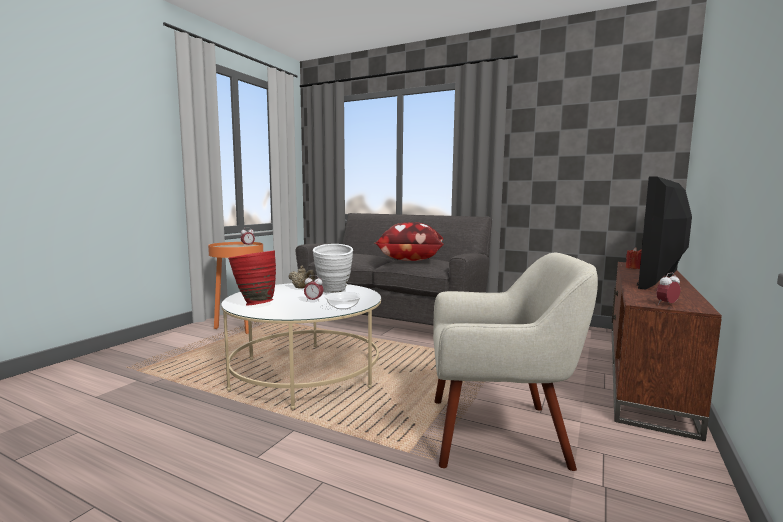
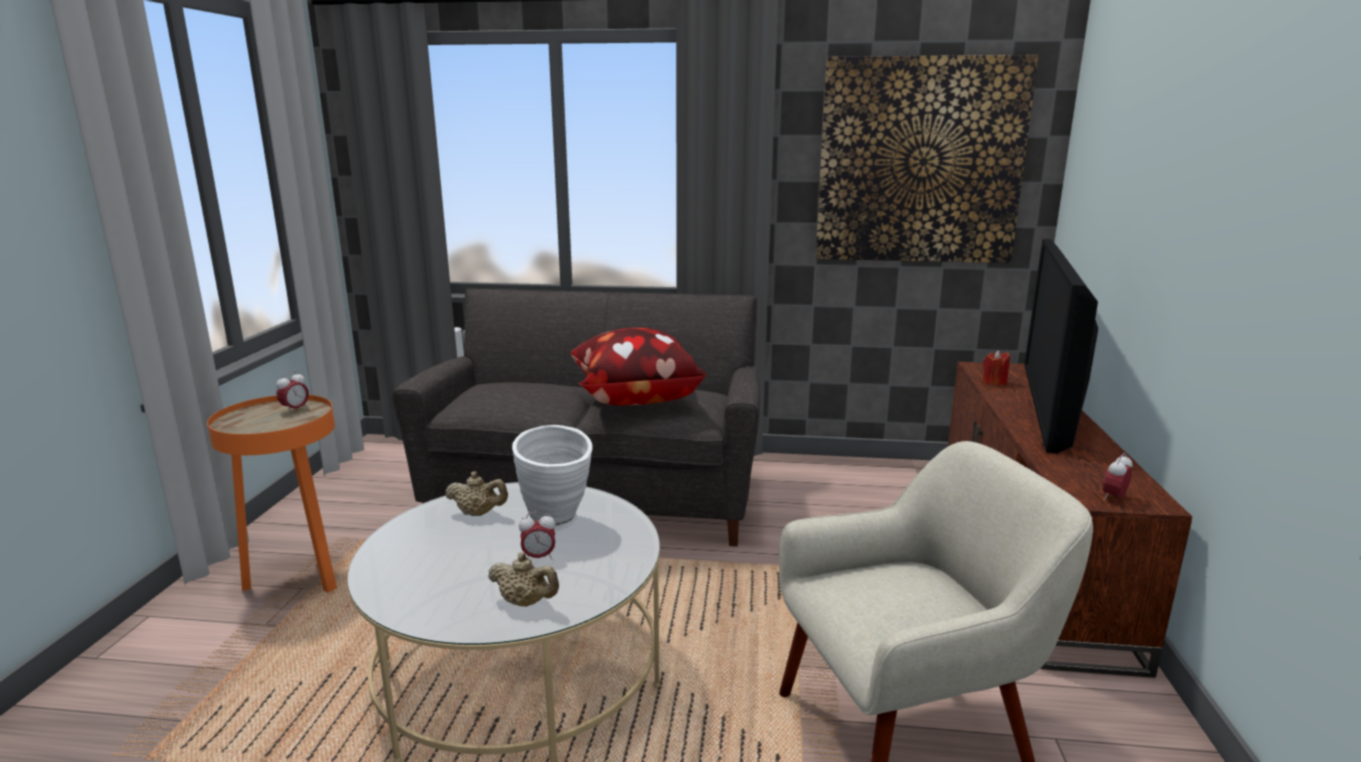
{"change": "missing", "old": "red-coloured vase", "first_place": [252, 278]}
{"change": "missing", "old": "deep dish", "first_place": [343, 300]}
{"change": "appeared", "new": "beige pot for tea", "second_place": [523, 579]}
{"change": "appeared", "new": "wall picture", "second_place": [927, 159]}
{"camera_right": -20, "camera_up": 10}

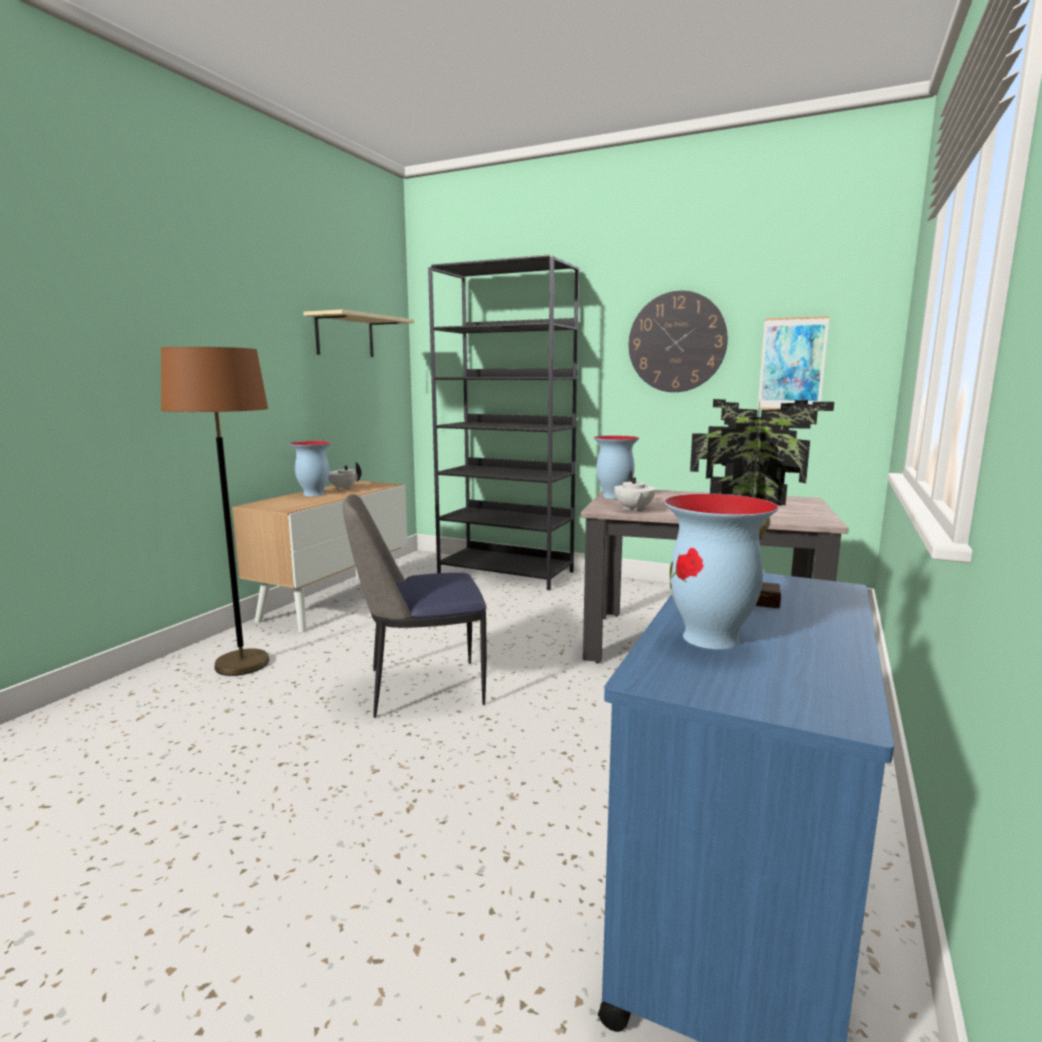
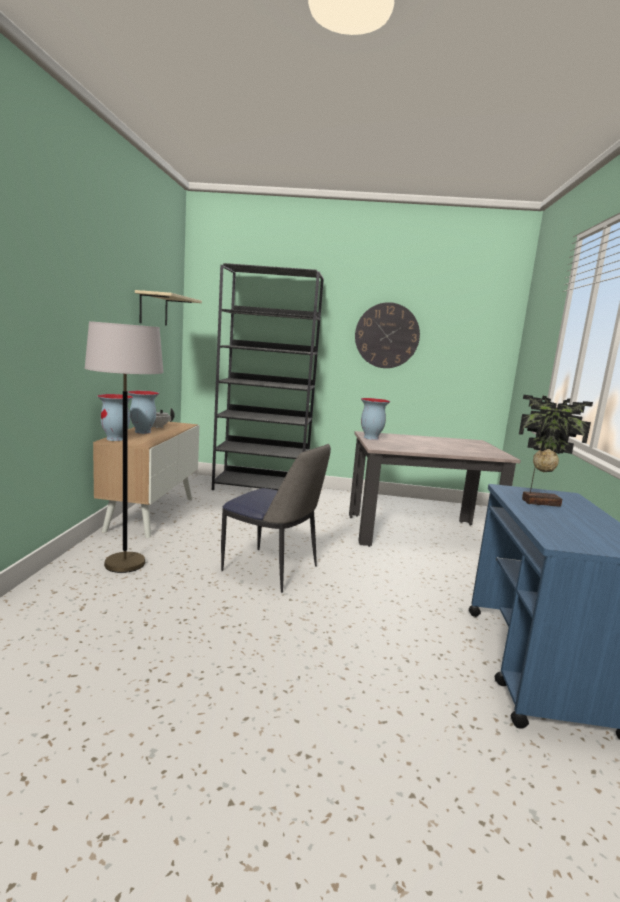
{"change": "colour", "old": "brownish standard lamp", "new": "grey standard lamp", "first_place": [215, 511], "second_place": [124, 447]}
{"change": "spun", "old": "chair", "first_place": [415, 606], "second_place": [276, 518], "degrees": -120}
{"change": "missing", "old": "white pot for tea", "first_place": [635, 491]}
{"change": "relocated", "old": "vase", "first_place": [722, 571], "second_place": [115, 417]}
{"change": "missing", "old": "wall picture", "first_place": [793, 362]}
{"camera_right": -20, "camera_up": 0}

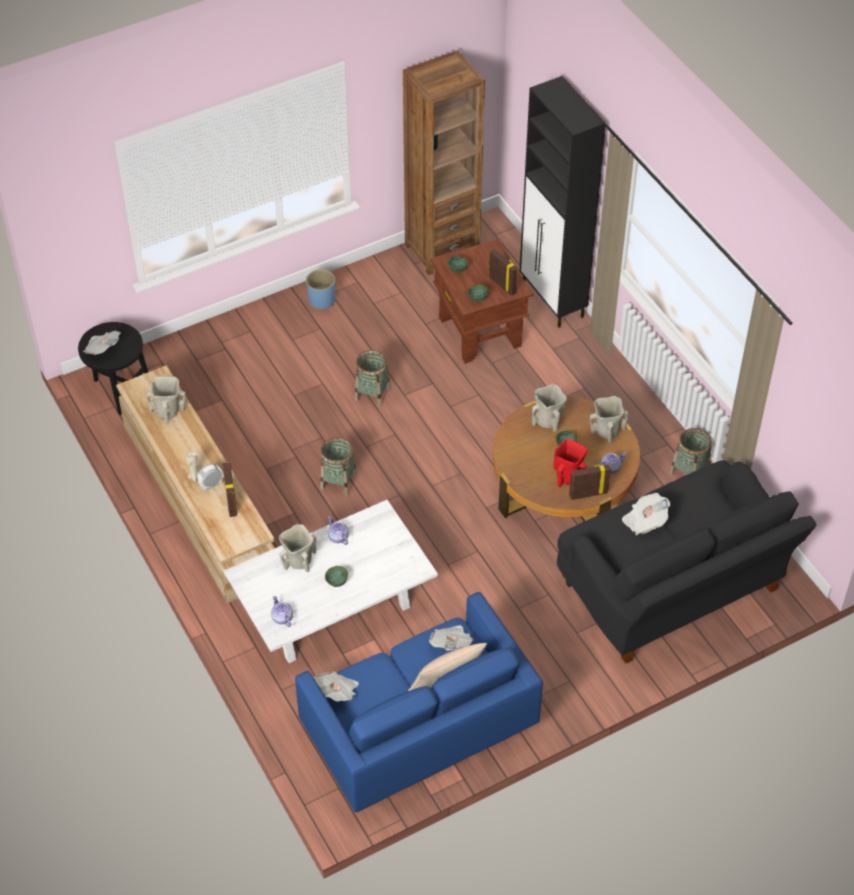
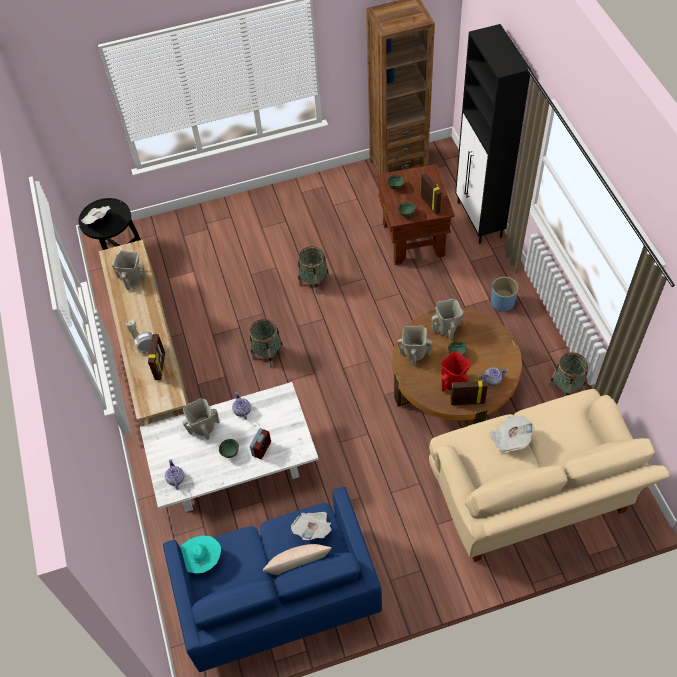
{"change": "relocated", "old": "blue-coloured flower pot", "first_place": [320, 289], "second_place": [505, 294]}
{"change": "exchanged", "old": "daily paper", "new": "turquoise wearable hat", "first_place": [336, 686], "second_place": [200, 554]}
{"change": "colour", "old": "blackish settee", "new": "beige settee", "first_place": [687, 562], "second_place": [549, 475]}
{"change": "relocated", "old": "beige vase", "first_place": [609, 419], "second_place": [415, 345]}
{"change": "appeared", "new": "bedside clock", "second_place": [260, 443]}
{"camera_right": 15, "camera_up": 5}

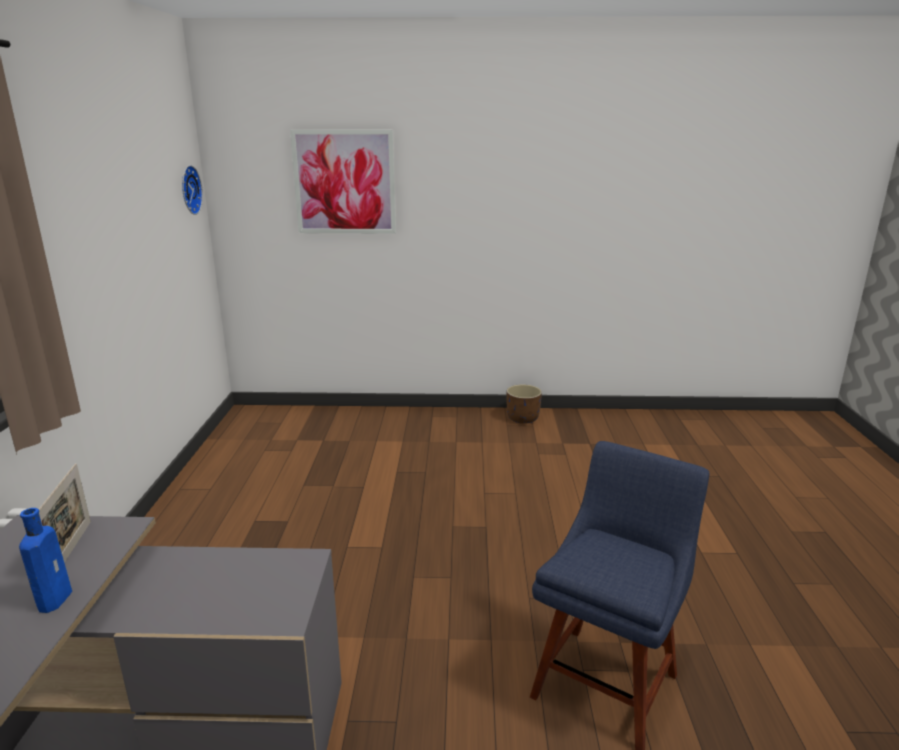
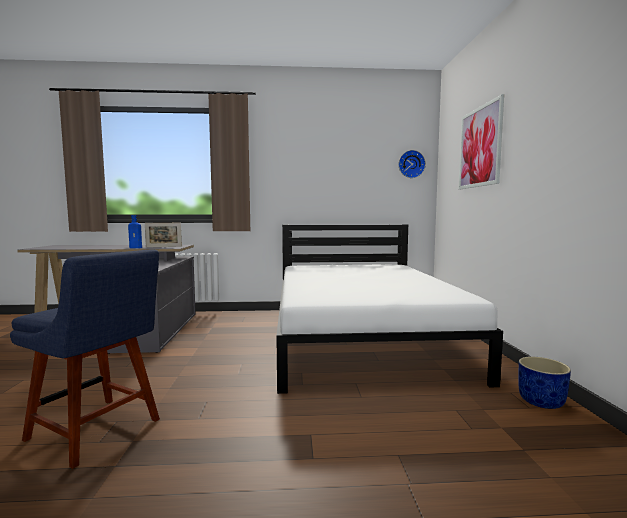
{"change": "colour", "old": "brownish flower pot", "new": "blue-coloured flower pot", "first_place": [524, 404], "second_place": [544, 383]}
{"change": "appeared", "new": "white bedroom bed", "second_place": [389, 309]}
{"camera_right": 85, "camera_up": -15}

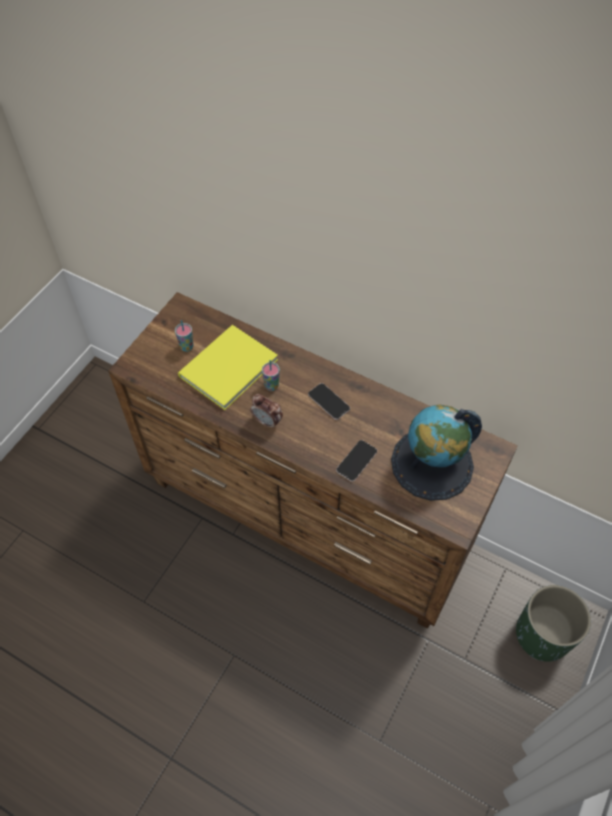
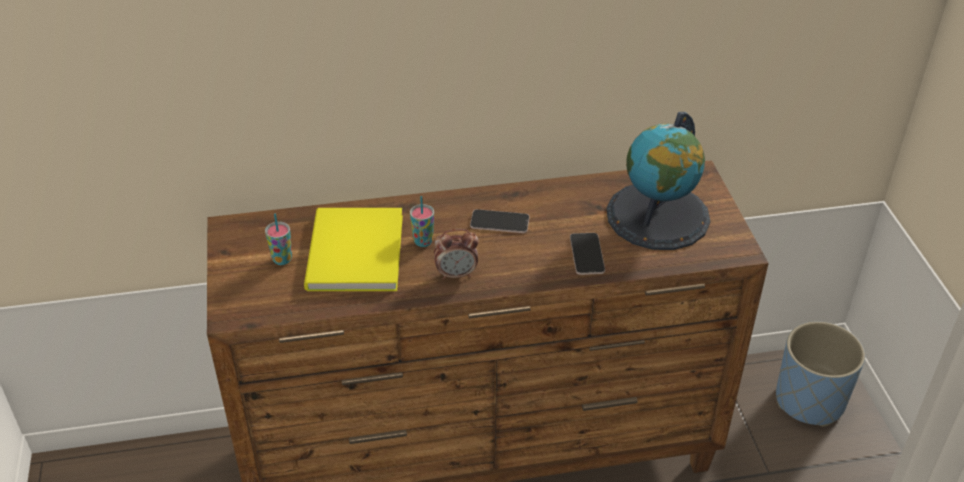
{"change": "colour", "old": "greenish flower pot", "new": "blue-coloured flower pot", "first_place": [553, 623], "second_place": [820, 374]}
{"camera_right": -40, "camera_up": -15}

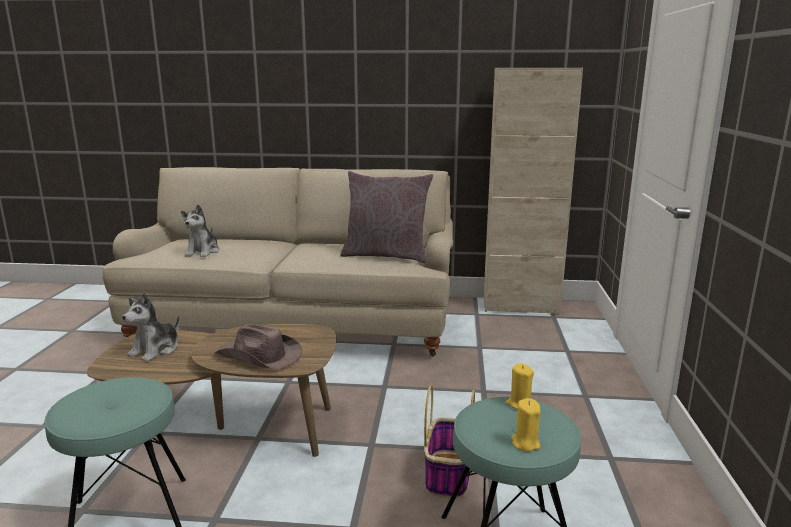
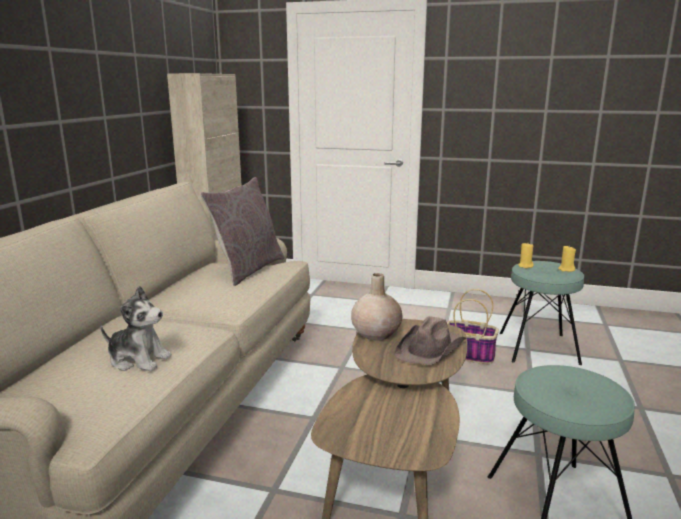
{"change": "missing", "old": "soft toy", "first_place": [151, 327]}
{"change": "appeared", "new": "beige vase", "second_place": [376, 307]}
{"camera_right": -80, "camera_up": 0}

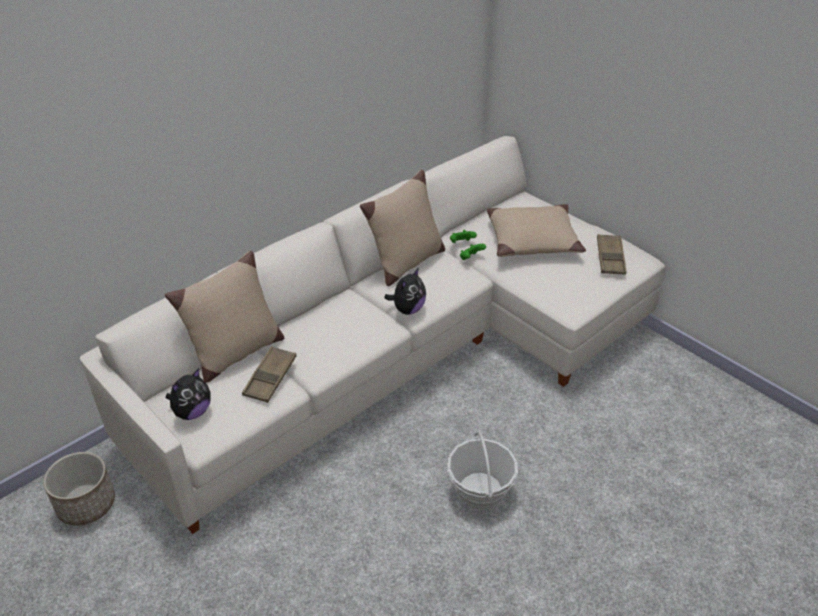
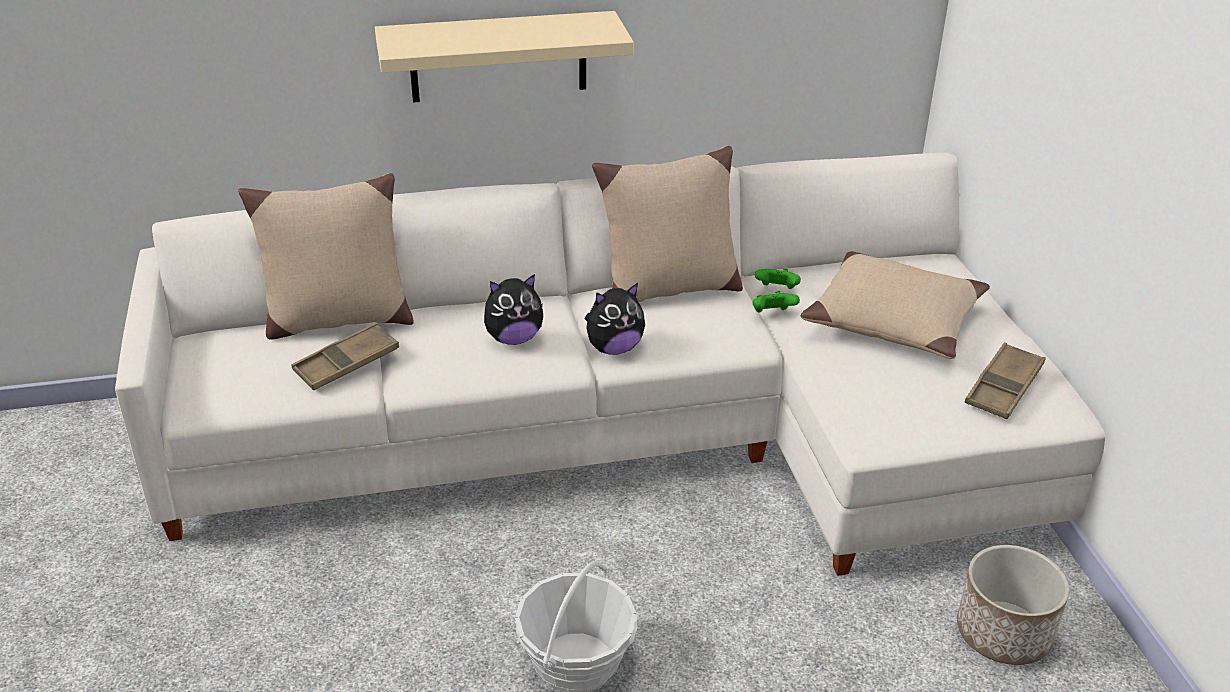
{"change": "relocated", "old": "flower pot", "first_place": [79, 489], "second_place": [1013, 605]}
{"change": "relocated", "old": "soft toy", "first_place": [188, 394], "second_place": [513, 309]}
{"change": "appeared", "new": "beige wall shelf", "second_place": [504, 57]}
{"camera_right": 30, "camera_up": -5}

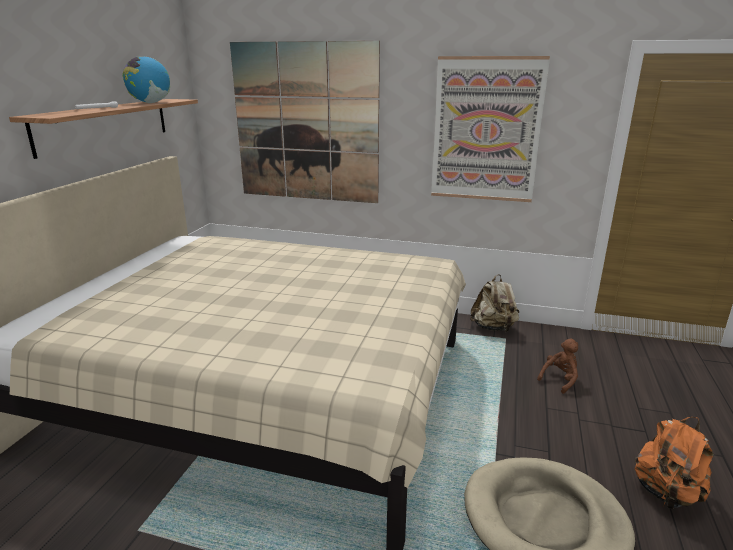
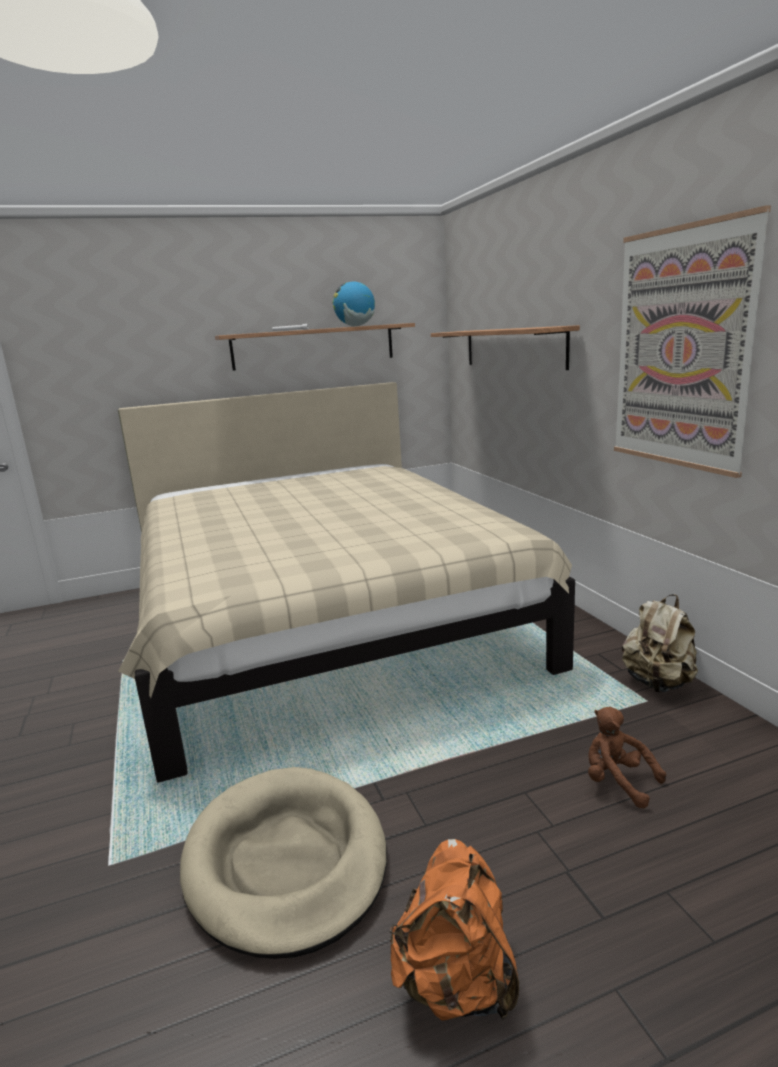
{"change": "exchanged", "old": "wall picture", "new": "wall shelf", "first_place": [305, 122], "second_place": [505, 347]}
{"change": "spun", "old": "brownish soft toy", "first_place": [557, 366], "second_place": [627, 757], "degrees": -150}
{"camera_right": 55, "camera_up": -5}

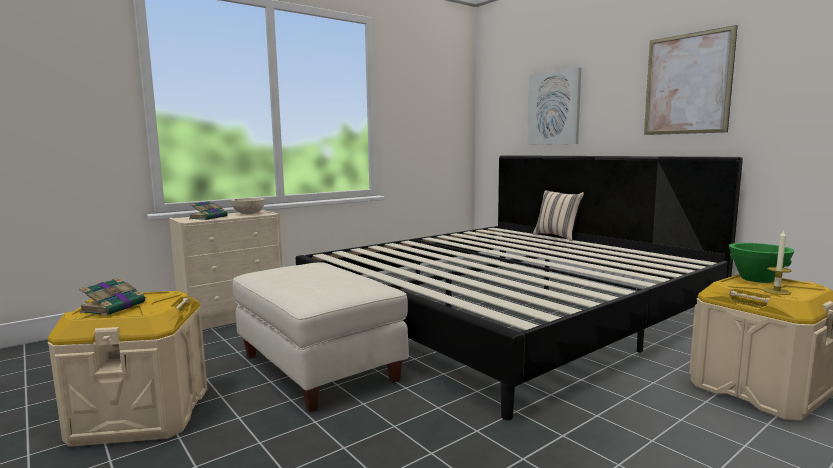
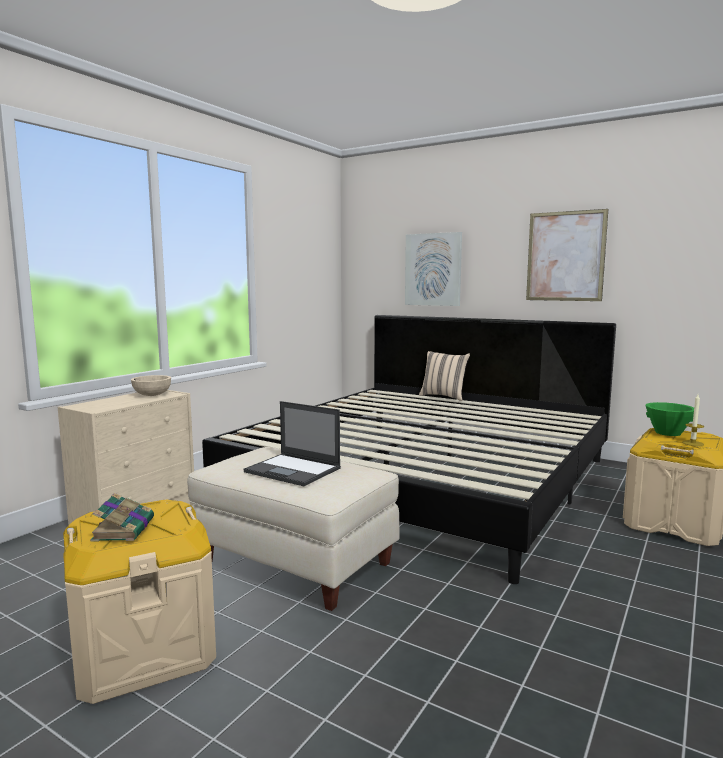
{"change": "missing", "old": "bound book", "first_place": [208, 210]}
{"change": "appeared", "new": "portable computer", "second_place": [292, 443]}
{"camera_right": -20, "camera_up": 0}

